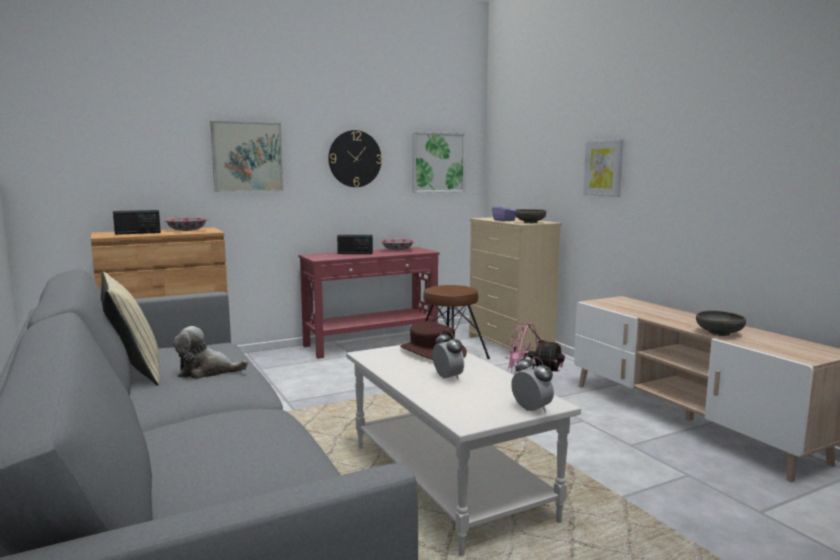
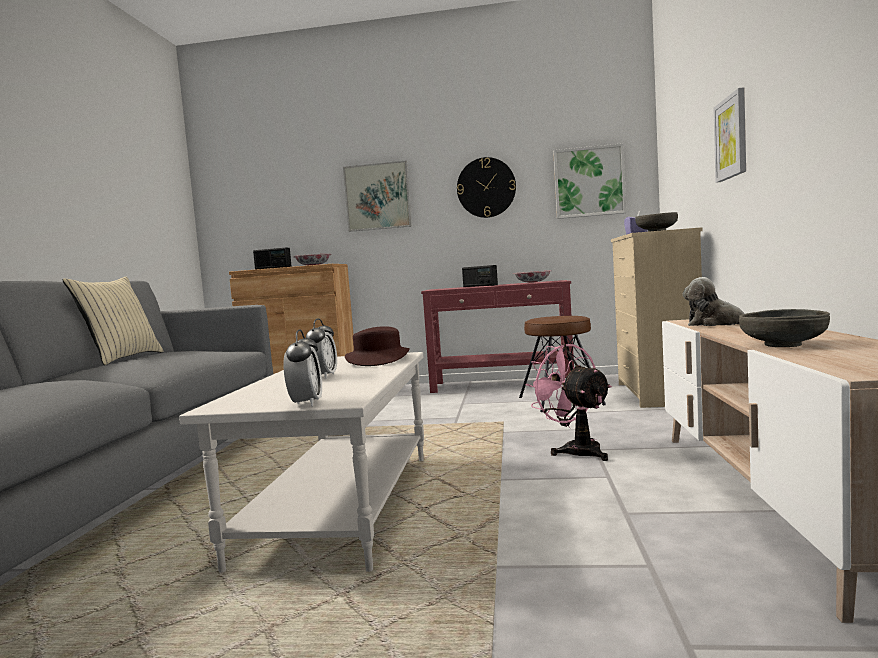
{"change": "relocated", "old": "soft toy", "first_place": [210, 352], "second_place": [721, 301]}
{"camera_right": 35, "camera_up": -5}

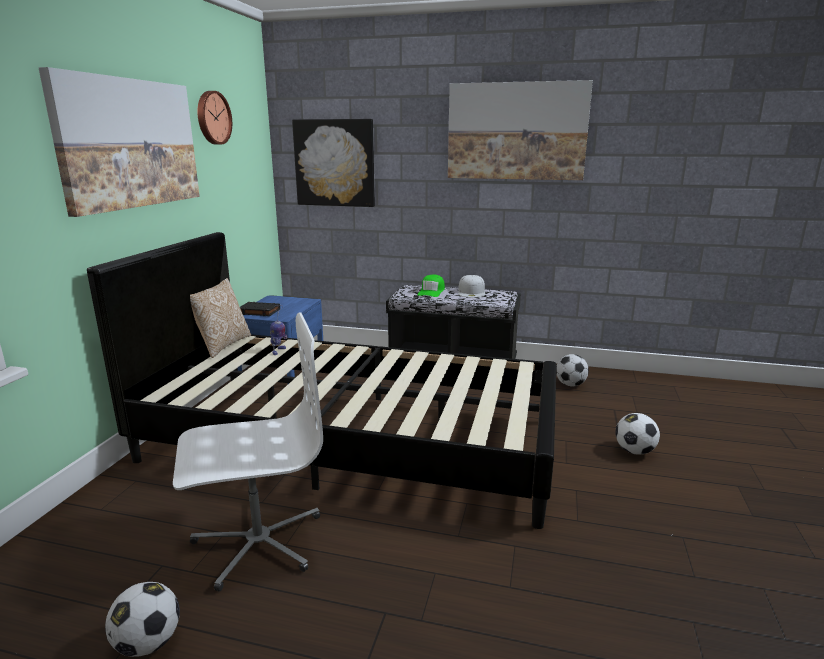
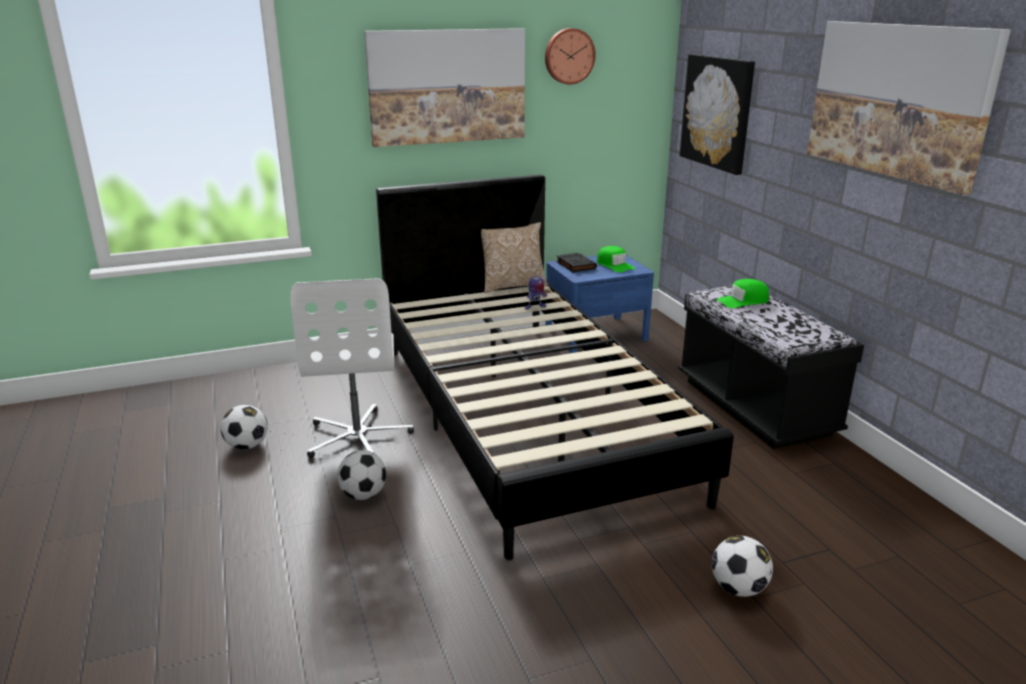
{"change": "spun", "old": "white office chair", "first_place": [248, 452], "second_place": [352, 368], "degrees": 45}
{"change": "missing", "old": "white peaked cap", "first_place": [471, 286]}
{"change": "relocated", "old": "football ball", "first_place": [572, 370], "second_place": [361, 475]}
{"change": "appeared", "new": "greenish peaked cap", "second_place": [616, 259]}
{"camera_right": 55, "camera_up": 5}

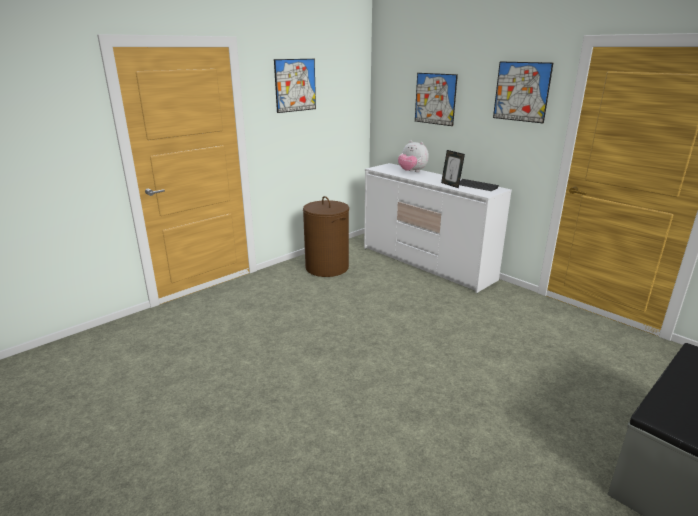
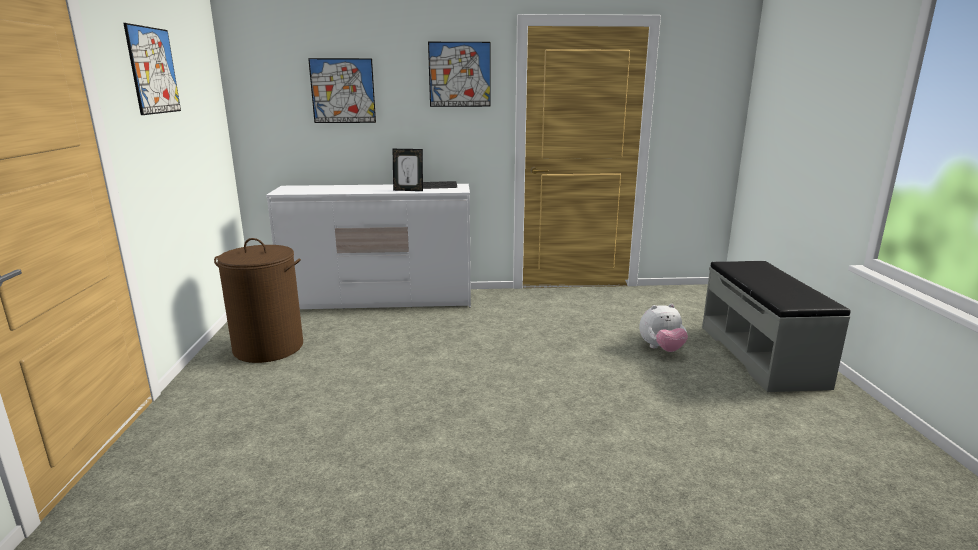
{"change": "relocated", "old": "soft toy", "first_place": [413, 156], "second_place": [663, 328]}
{"camera_right": -50, "camera_up": -5}

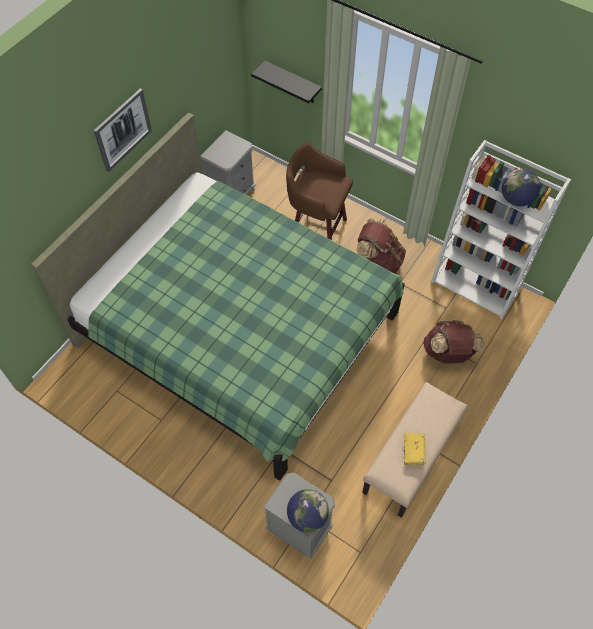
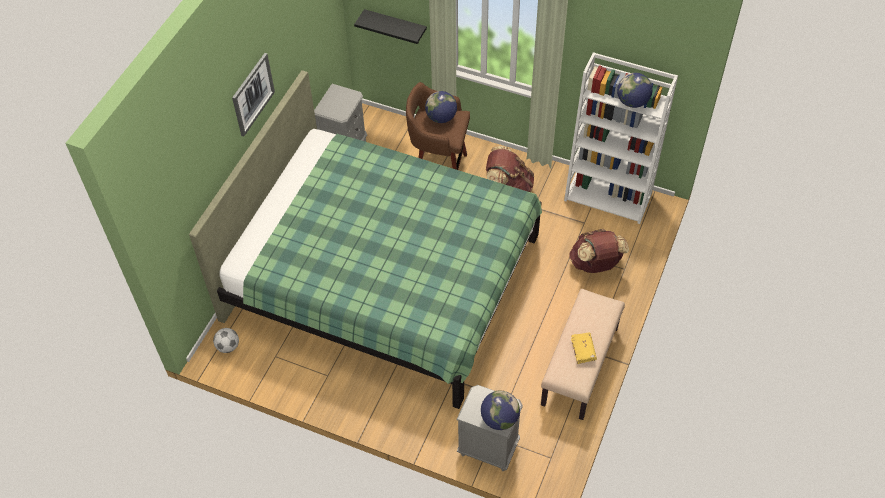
{"change": "appeared", "new": "football ball", "second_place": [226, 340]}
{"change": "appeared", "new": "desk globe", "second_place": [441, 107]}
{"camera_right": -10, "camera_up": -5}

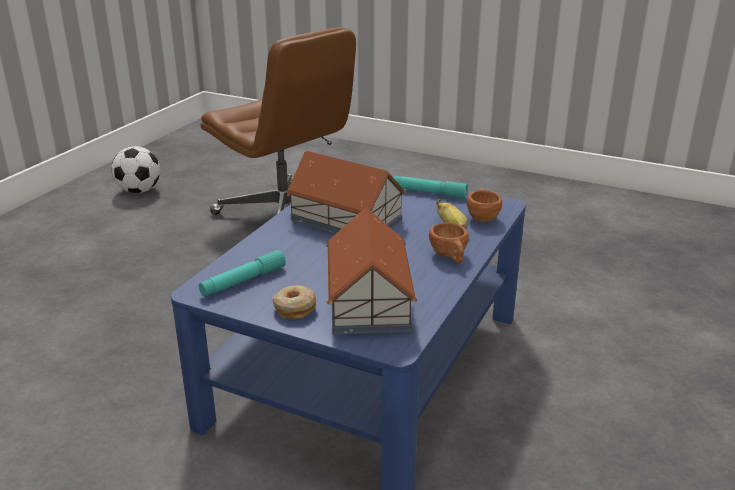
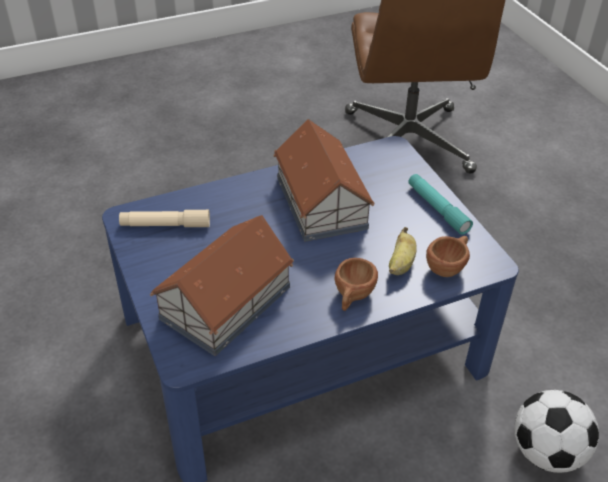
{"change": "relocated", "old": "football ball", "first_place": [135, 169], "second_place": [556, 431]}
{"change": "colour", "old": "turquoise hand torch", "new": "beige hand torch", "first_place": [242, 273], "second_place": [164, 218]}
{"change": "missing", "old": "donut", "first_place": [294, 302]}
{"camera_right": 40, "camera_up": 15}

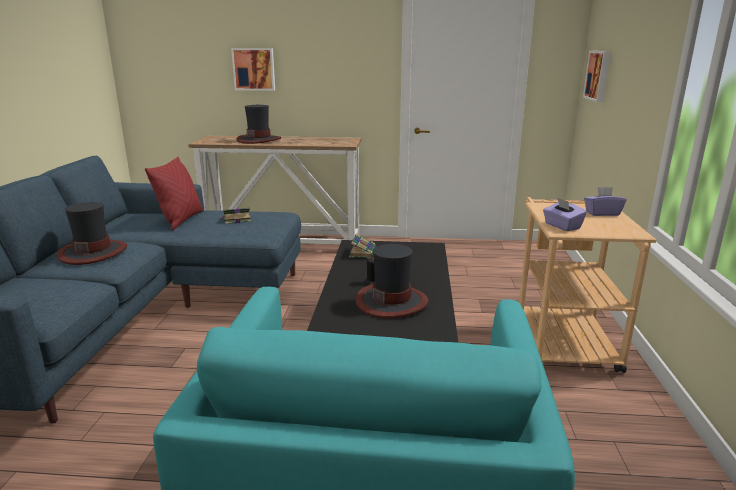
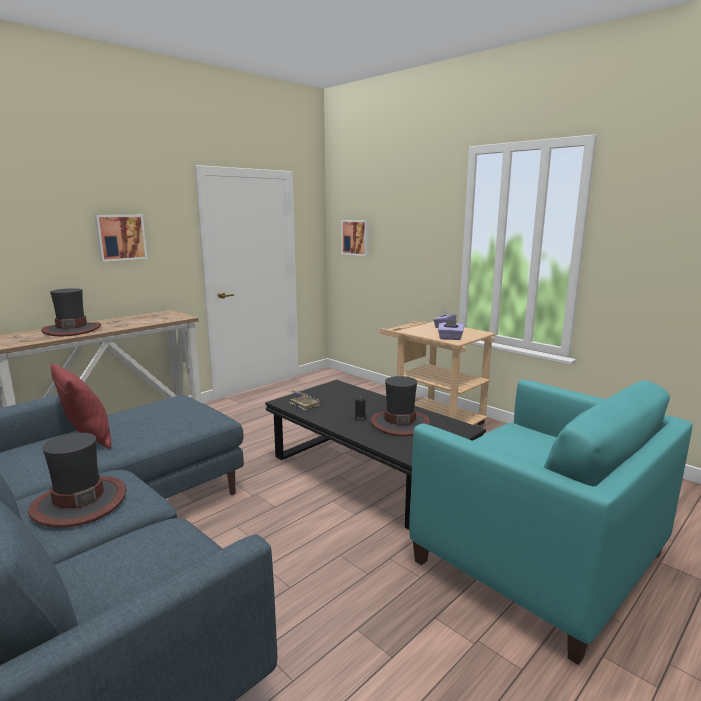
{"change": "missing", "old": "bound book", "first_place": [236, 216]}
{"change": "relocated", "old": "wall picture", "first_place": [253, 69], "second_place": [120, 238]}
{"camera_right": -50, "camera_up": -5}

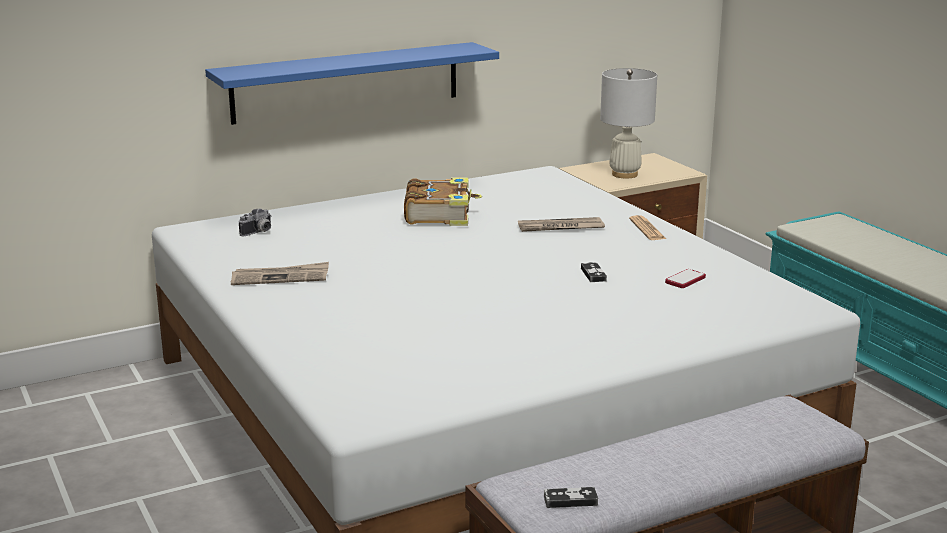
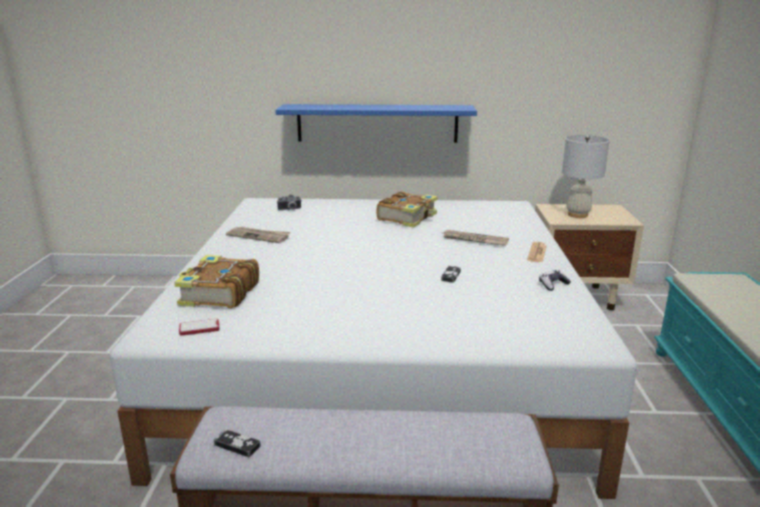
{"change": "relocated", "old": "telephone", "first_place": [685, 278], "second_place": [199, 327]}
{"change": "appeared", "new": "bound book", "second_place": [216, 281]}
{"change": "appeared", "new": "joypad", "second_place": [555, 280]}
{"camera_right": 30, "camera_up": 0}

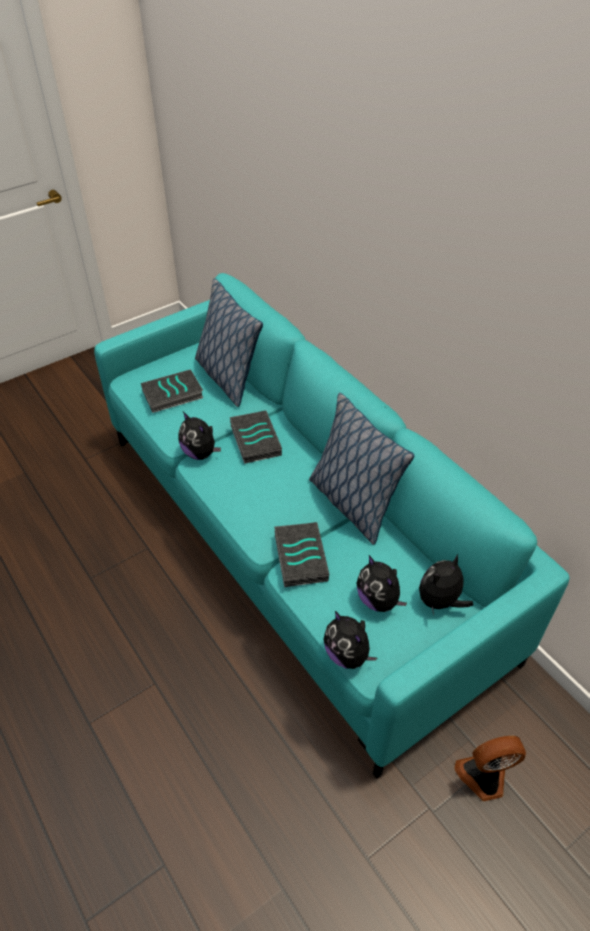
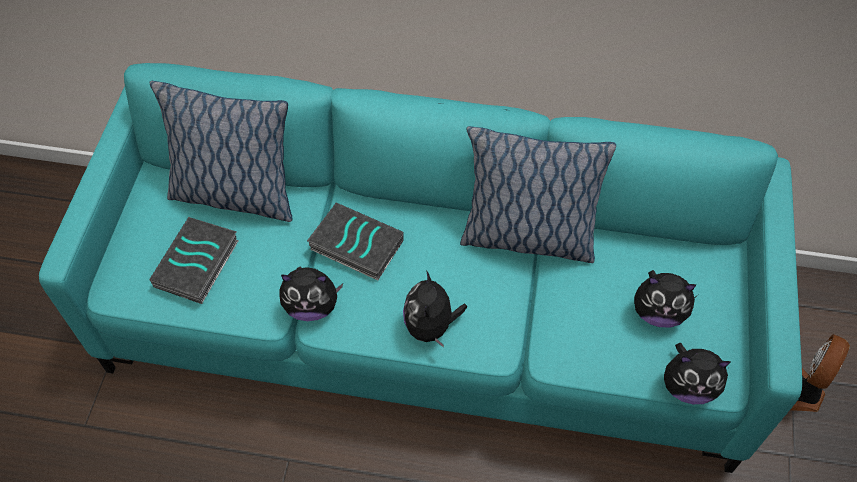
{"change": "missing", "old": "bound book", "first_place": [301, 554]}
{"change": "relocated", "old": "soft toy", "first_place": [446, 584], "second_place": [435, 309]}
{"camera_right": -45, "camera_up": 10}

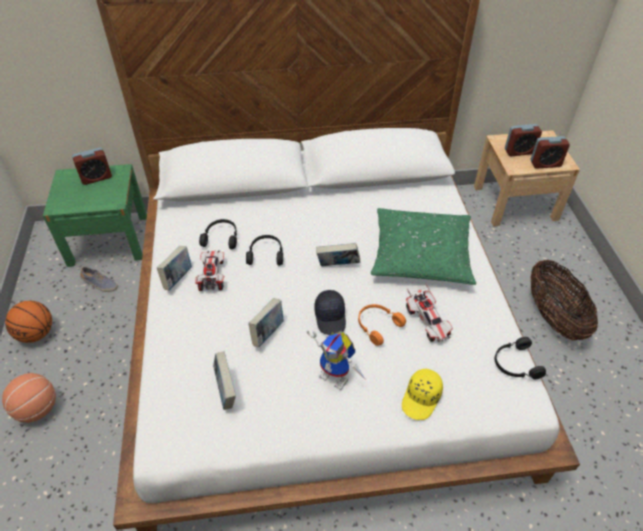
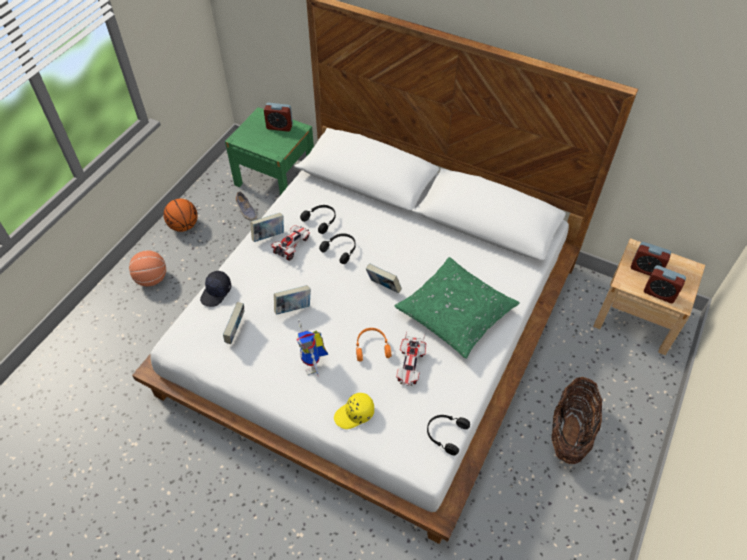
{"change": "relocated", "old": "blackish peaked cap", "first_place": [330, 312], "second_place": [215, 289]}
{"camera_right": 35, "camera_up": 5}

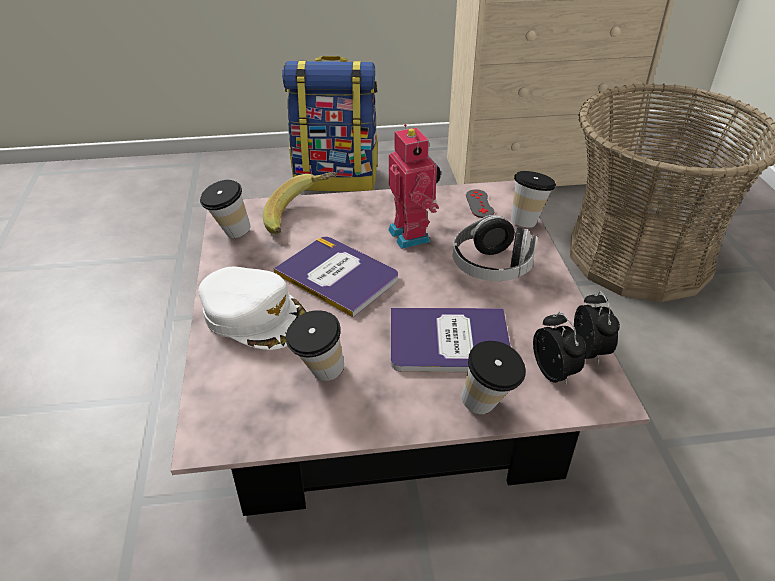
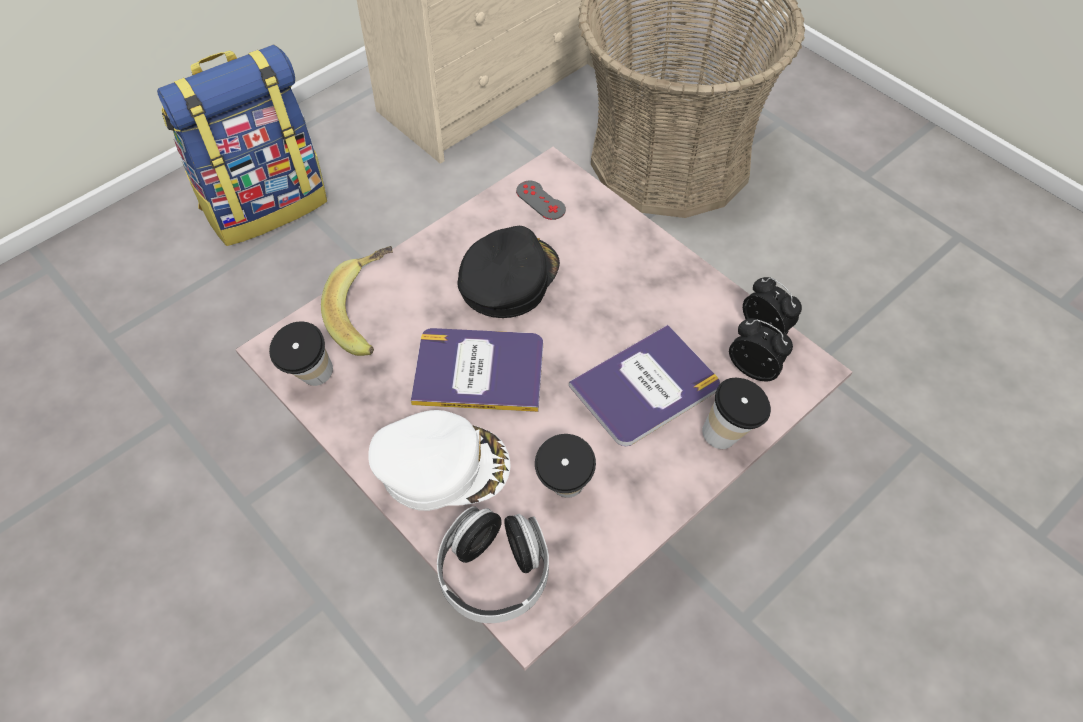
{"change": "exchanged", "old": "model robot", "new": "blackish peaked cap", "first_place": [414, 186], "second_place": [509, 272]}
{"change": "relocated", "old": "pair of headphones", "first_place": [495, 248], "second_place": [493, 564]}
{"change": "missing", "old": "drinking cup", "first_place": [533, 199]}
{"camera_right": -35, "camera_up": 15}

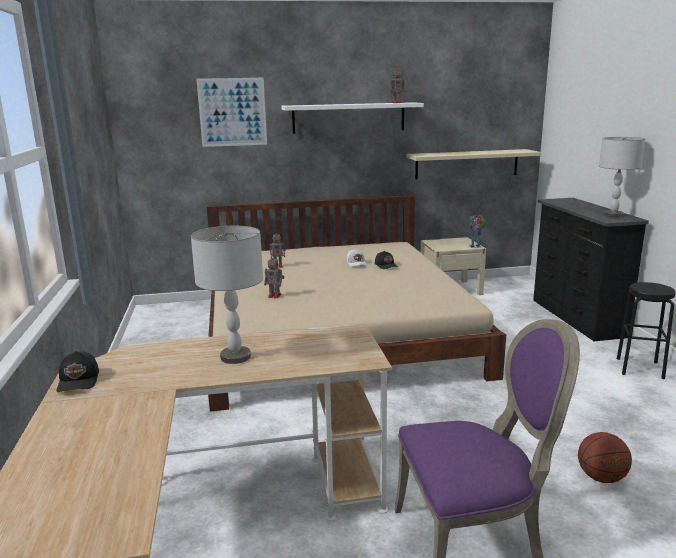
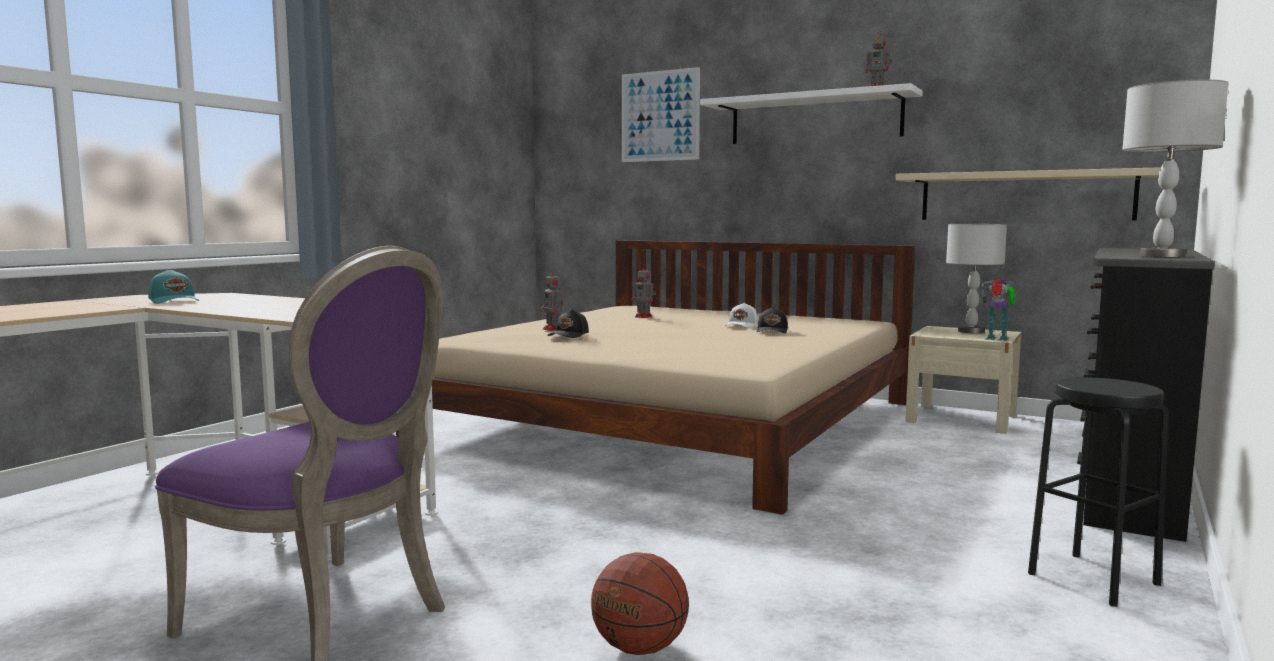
{"change": "relocated", "old": "blackish peaked cap", "first_place": [77, 371], "second_place": [568, 324]}
{"change": "relocated", "old": "grey table lamp", "first_place": [227, 295], "second_place": [976, 278]}
{"change": "appeared", "new": "turquoise peaked cap", "second_place": [173, 286]}
{"camera_right": 40, "camera_up": -10}

